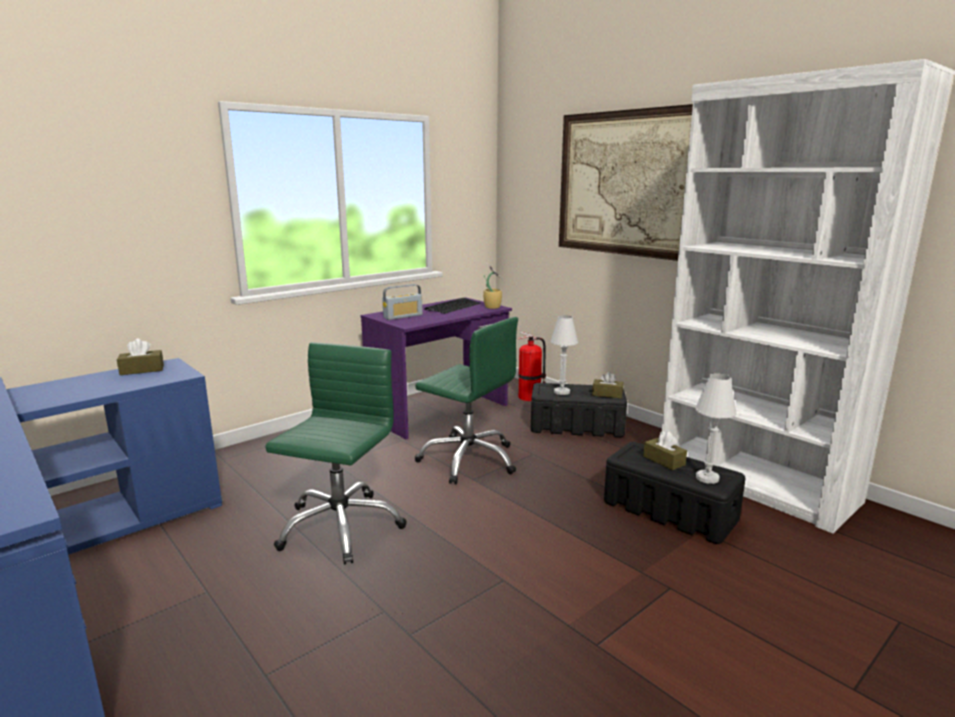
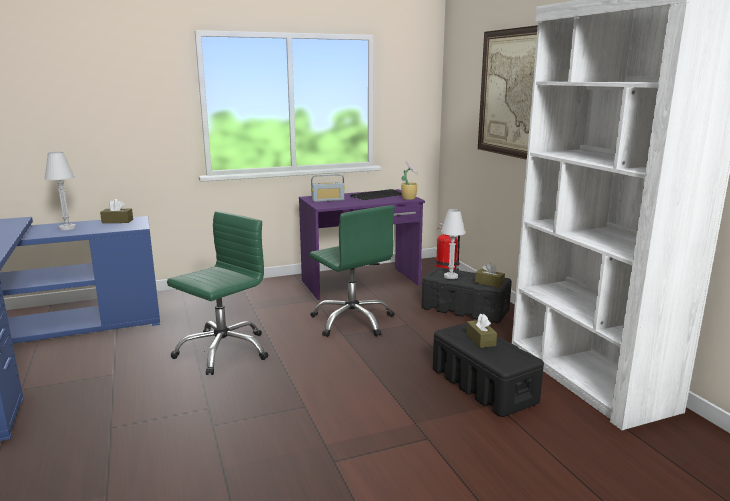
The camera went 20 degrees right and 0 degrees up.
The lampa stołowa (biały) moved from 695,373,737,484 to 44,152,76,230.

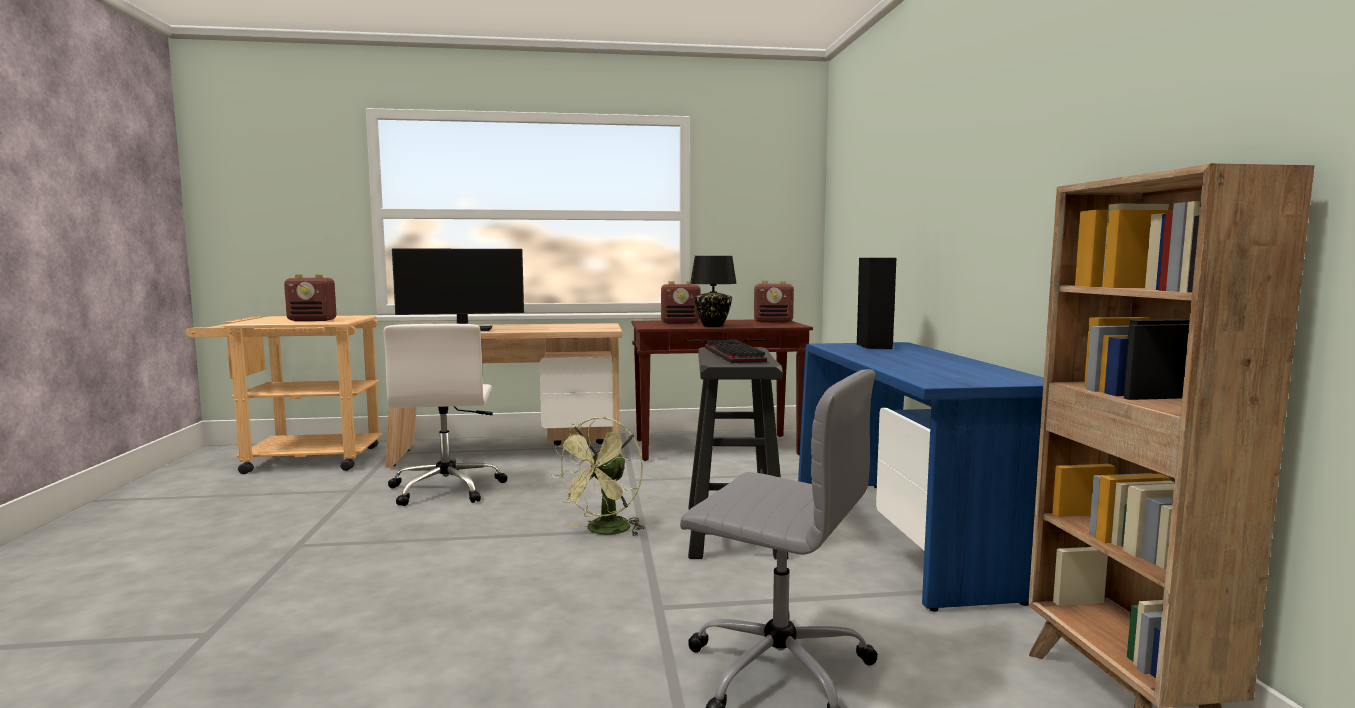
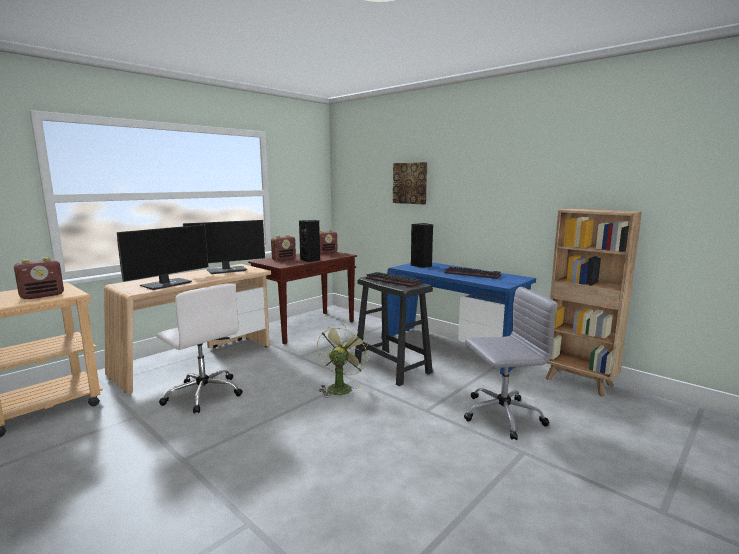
The camera went 40 degrees left and 5 degrees up.
The wentylator (zielony) at 552,417,645,536 turned 150 degrees counterclockwise.
The lampa stołowa (czarny) at 690,256,737,327 was replaced by the głośnik (czarny) at 299,220,320,262.
The monitor at 183,220,265,274 appeared.
The obraz at 393,162,427,204 appeared.
The klawiatura at 444,267,501,279 appeared.

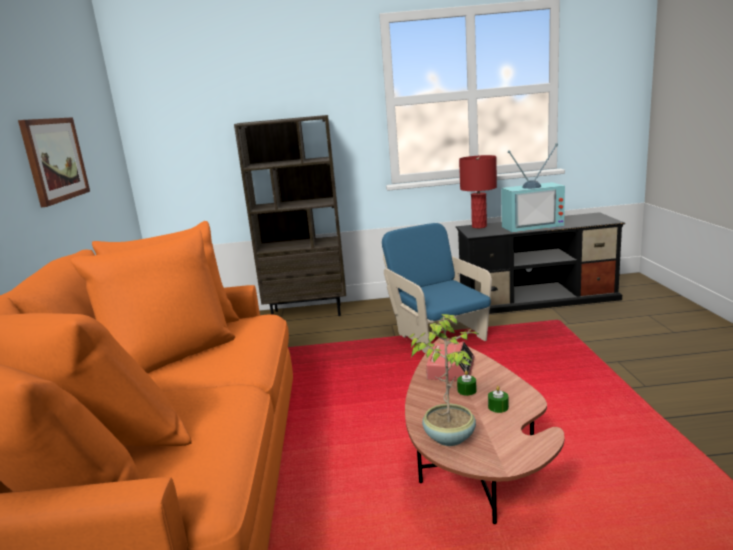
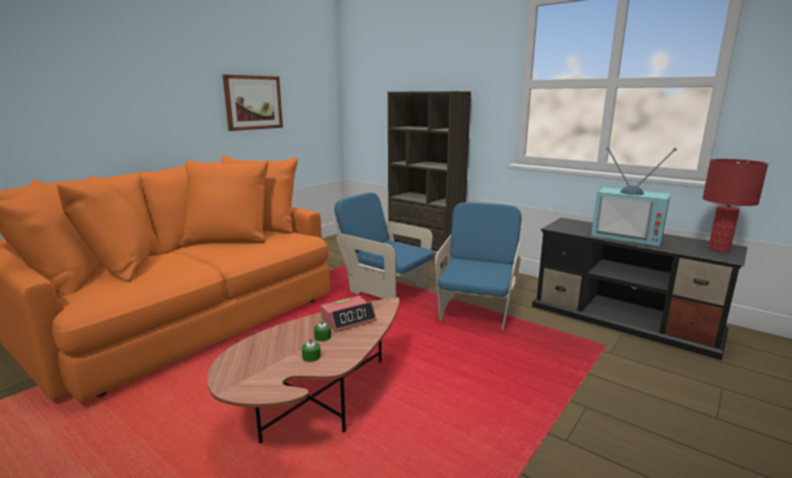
The camera went 40 degrees right and 0 degrees up.
The roślina doniczkowa at 408,314,478,446 disappeared.
The lampa stołowa (czerwony) moved from 459,155,497,228 to 703,159,768,252.
The fotel (niebieski) at 334,192,434,299 appeared.

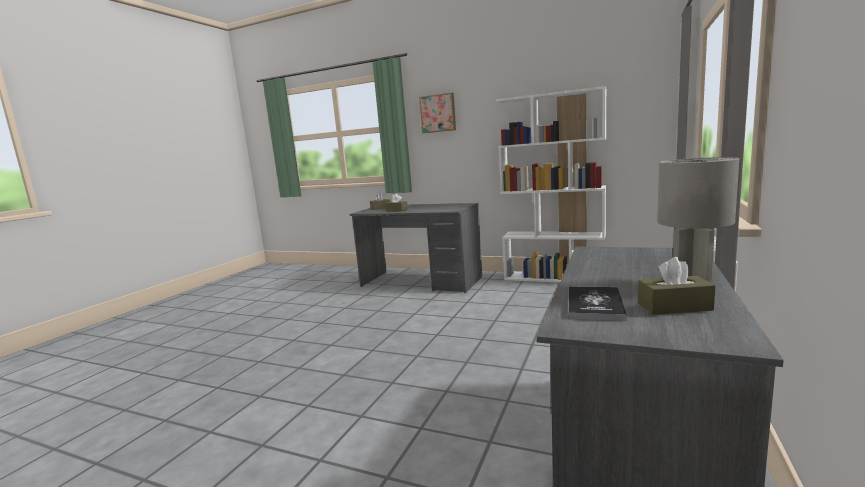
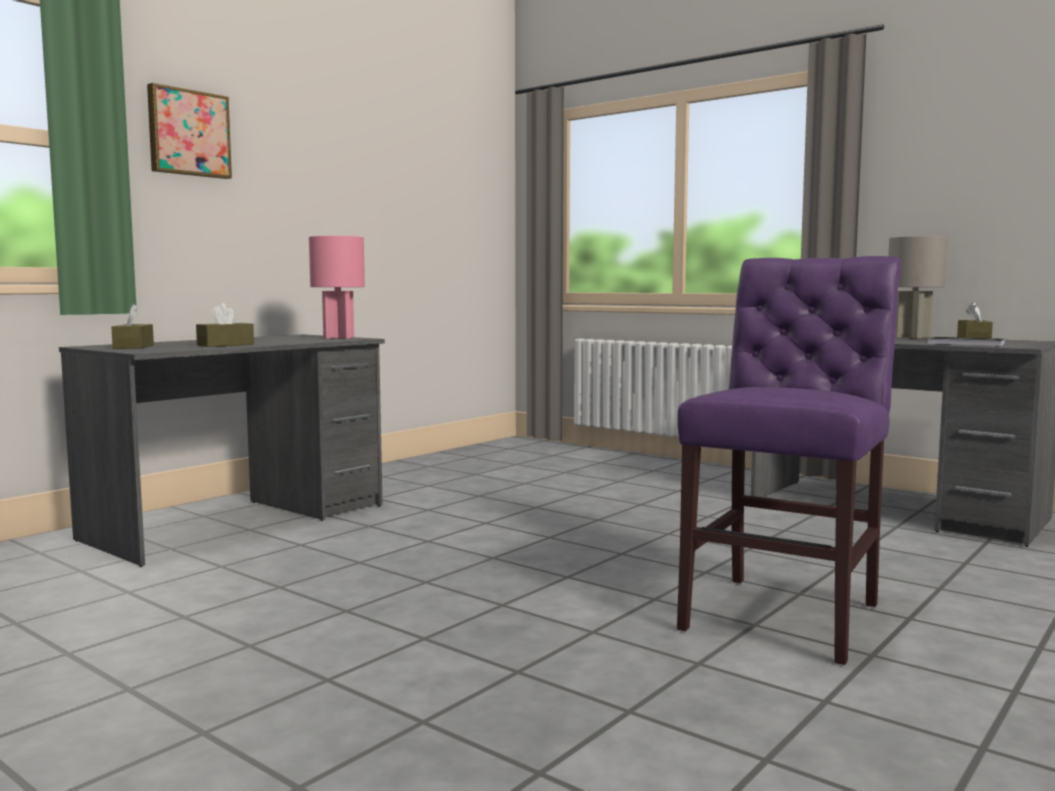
The camera went 75 degrees left and 5 degrees down.
The regał (biały) at 496,86,607,283 disappeared.
The lampa stołowa (różowy) at 309,236,365,339 appeared.
The krzesło (fioletowy) at 677,256,902,665 appeared.

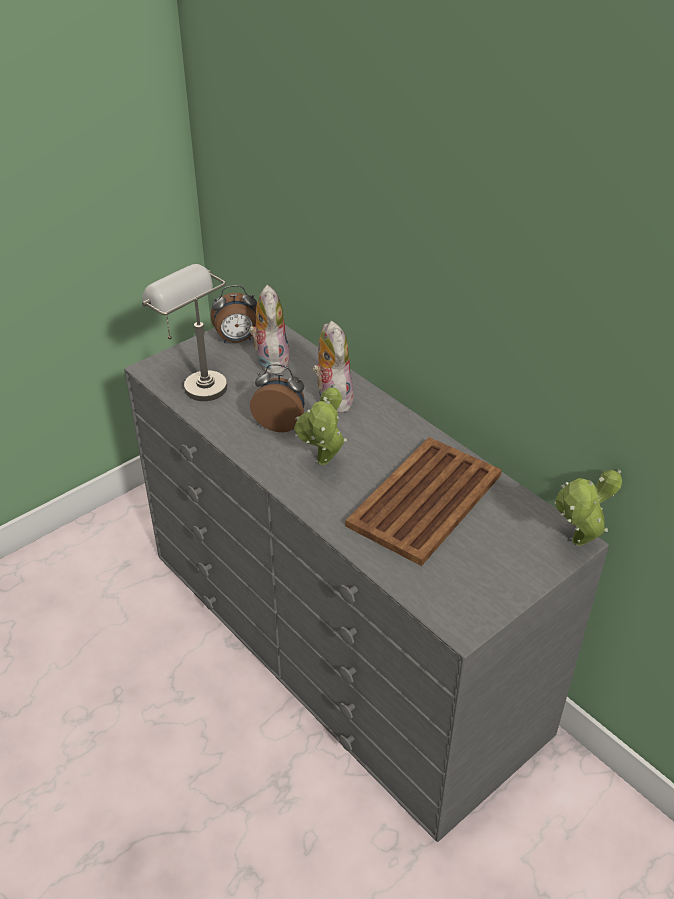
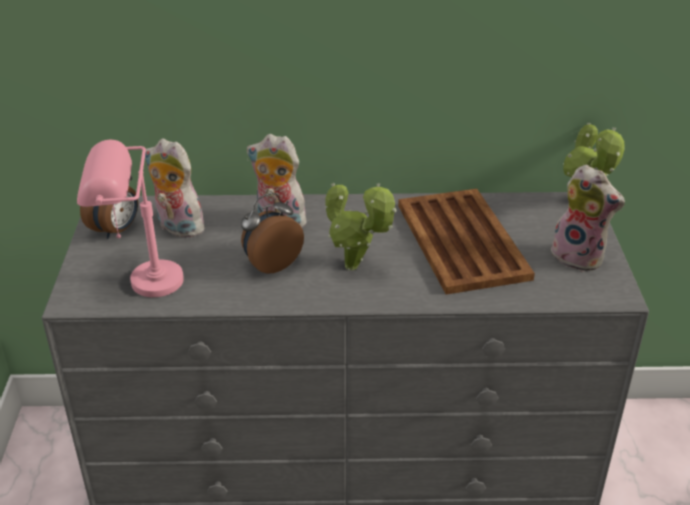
The camera went 50 degrees left and 5 degrees down.
The lampa stołowa (szary) at 142,264,227,401 became the lampa stołowa (różowy) at 77,140,184,297.
The pluszak at 551,164,625,272 appeared.

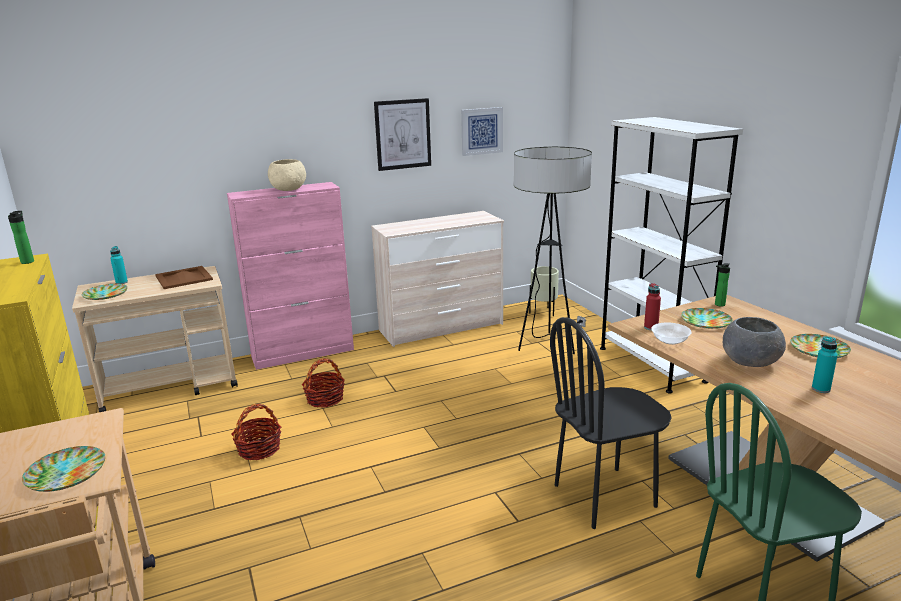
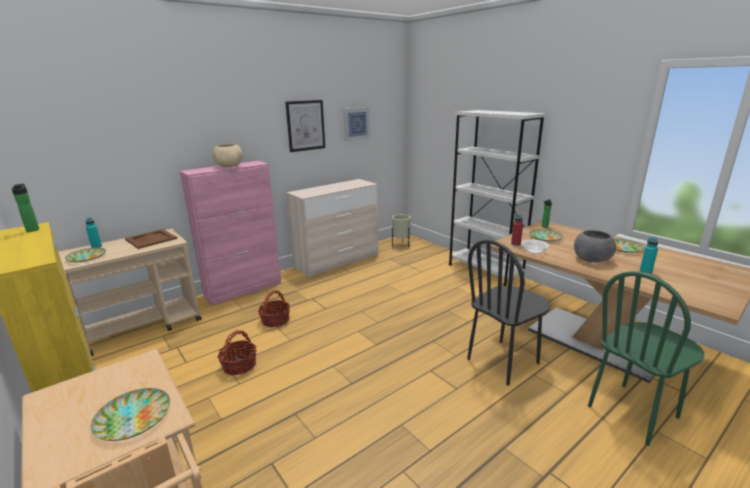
The camera went 15 degrees left and 0 degrees up.
The lampa stojąca at 514,147,592,354 disappeared.

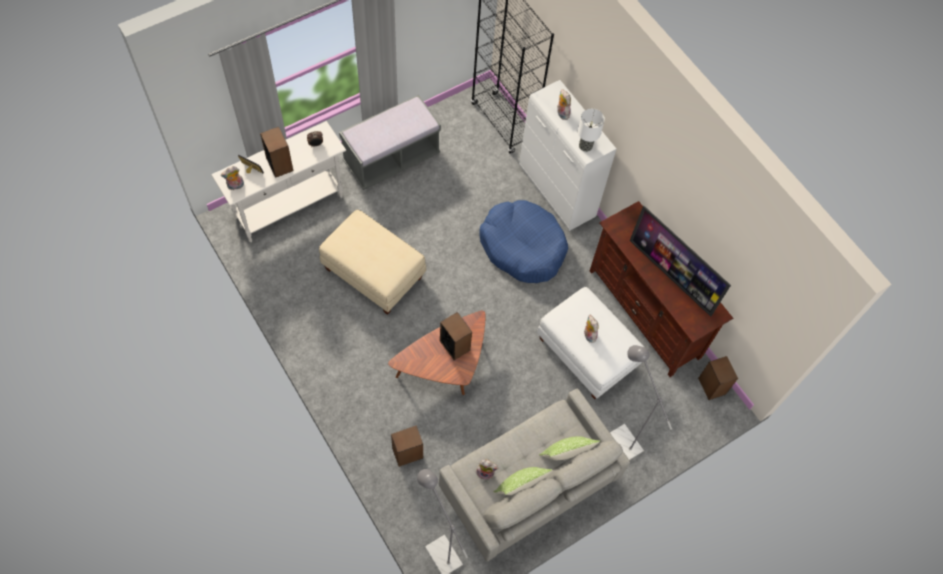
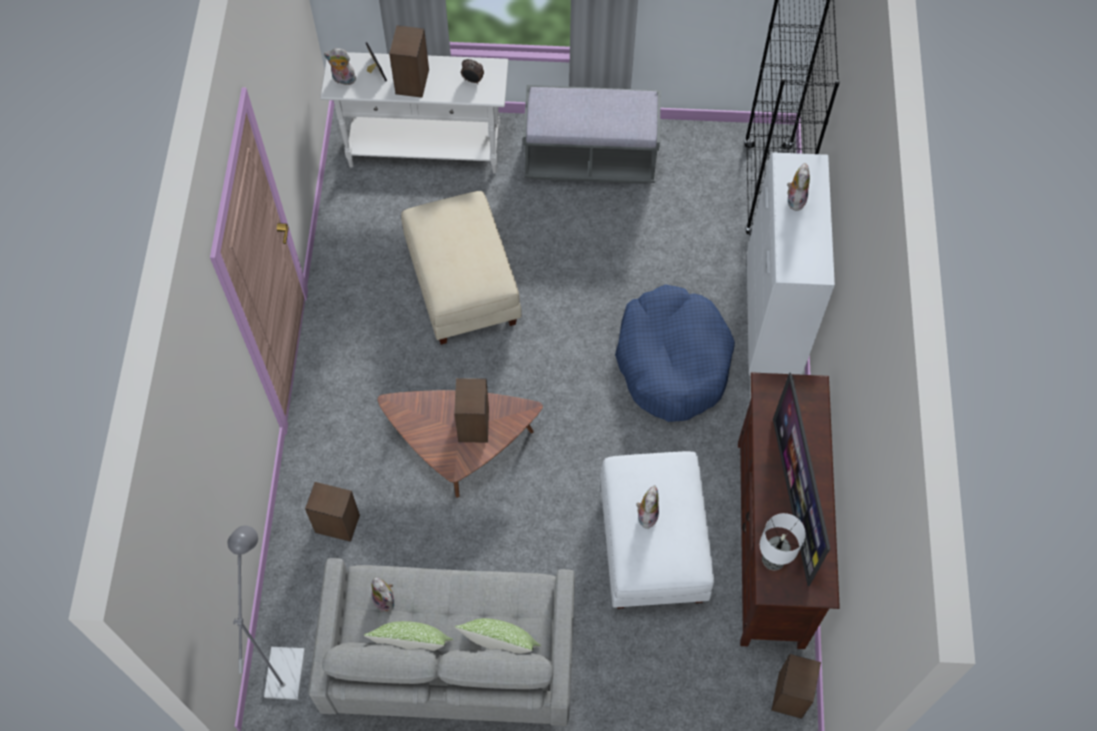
The camera went 40 degrees right and 0 degrees up.
The lampa stołowa moved from 578,109,605,152 to 760,513,806,570.
The lampa stojąca (szary) at 610,345,672,460 disappeared.

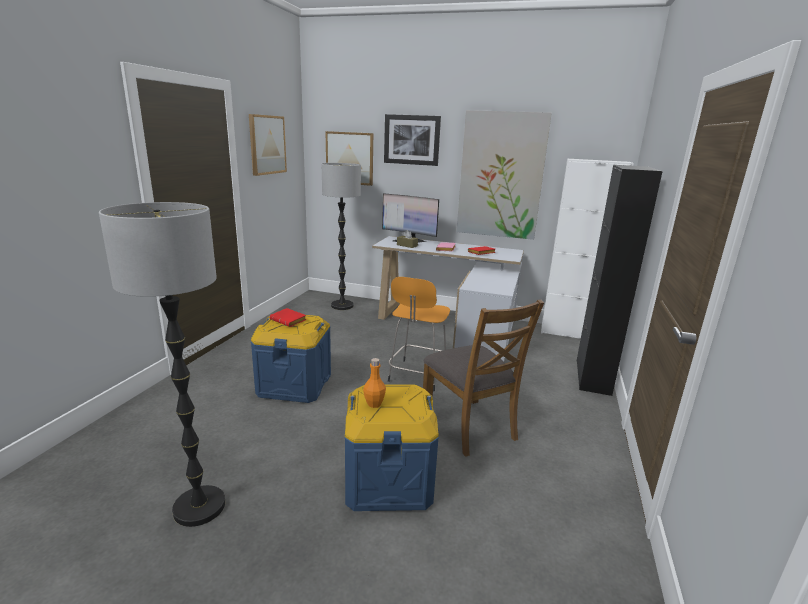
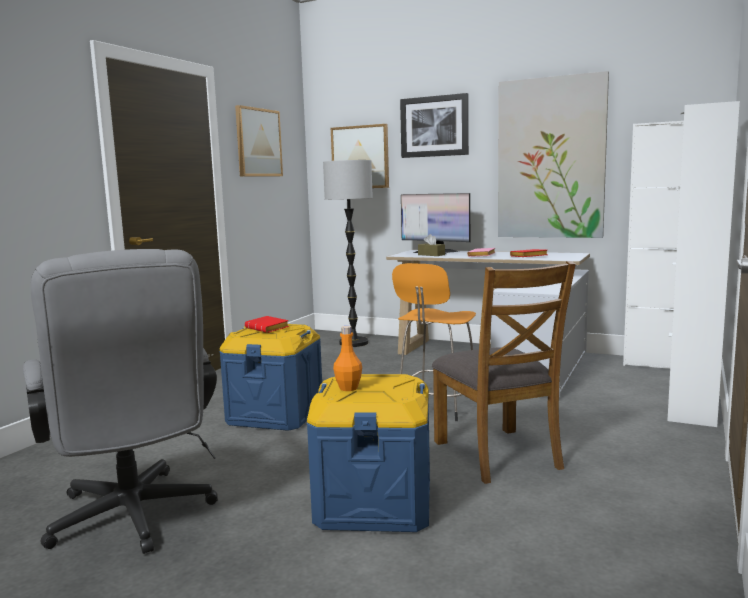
The camera went 10 degrees right and 10 degrees down.
The lampa stojąca at 99,202,225,527 was replaced by the krzesło biurowe (szary) at 23,249,218,554.
The szafka (czarny) at 577,165,663,396 became the szafka (biały) at 667,101,740,427.

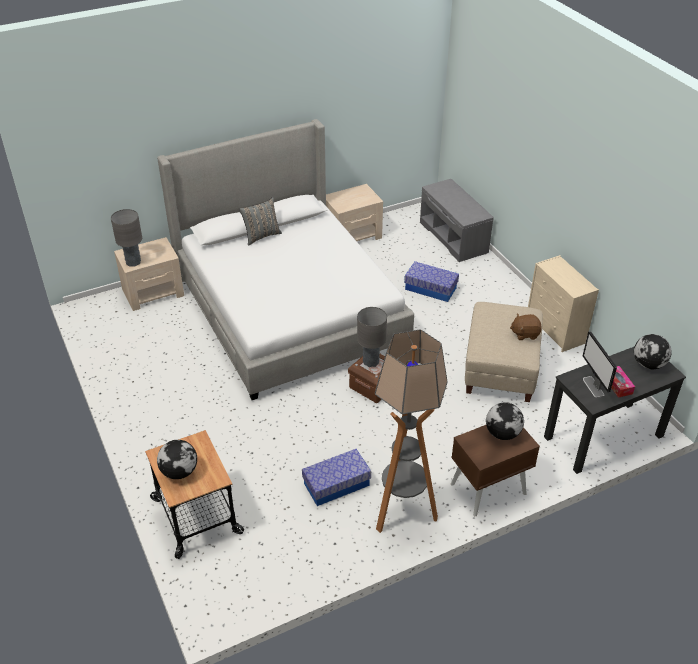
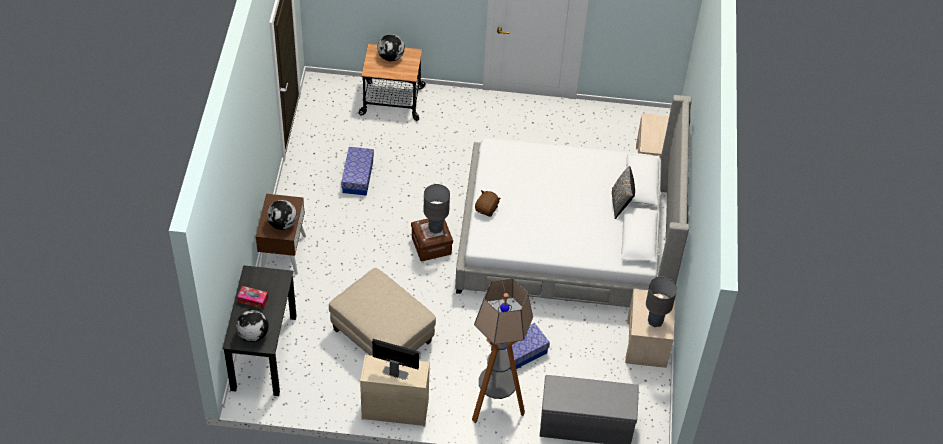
The camera went 120 degrees right and 10 degrees up.
The lampa stołowa (szary) moved from 111,209,142,267 to 646,277,677,327.
The lampa stojąca moved from 375,329,448,533 to 472,278,533,423.
The pluszak (brązowy) moved from 510,314,542,340 to 475,190,501,217.
The monitor moved from 583,331,617,398 to 372,339,419,380.

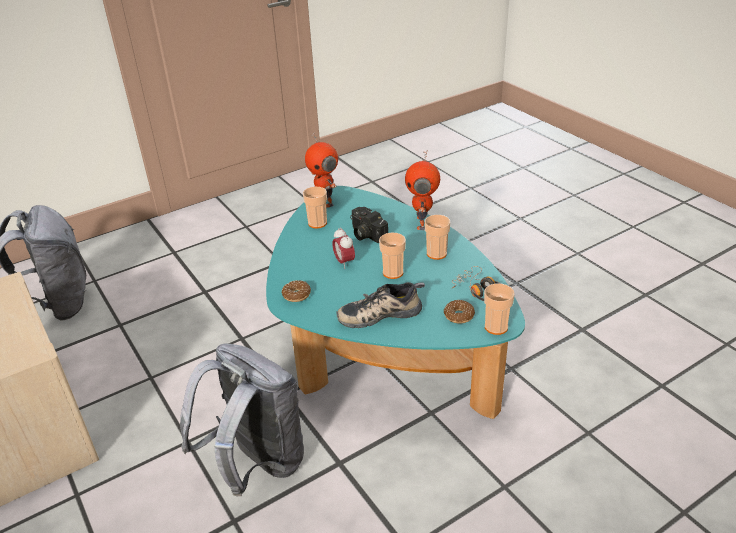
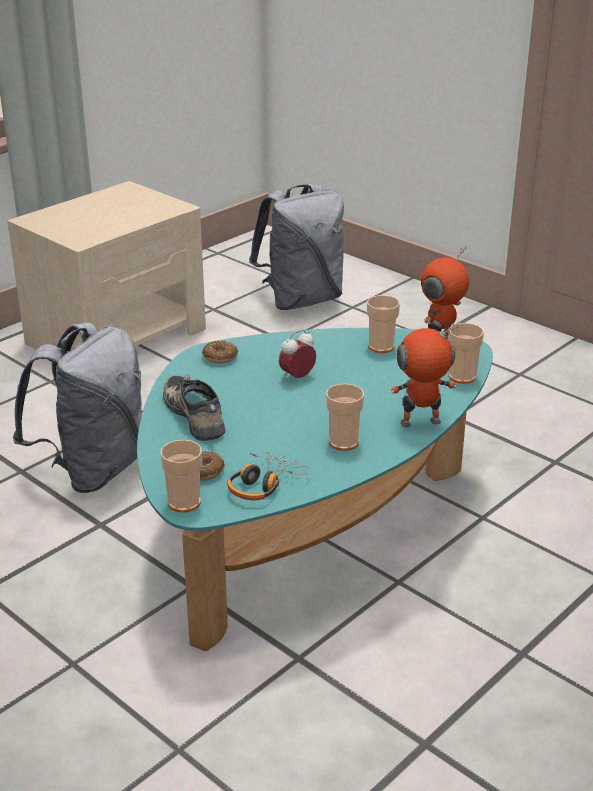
The camera went 75 degrees right and 5 degrees down.
The aparat fotograficzny at 350,207,388,243 disappeared.
The filiżanka moved from 379,233,406,279 to 448,323,484,384.

